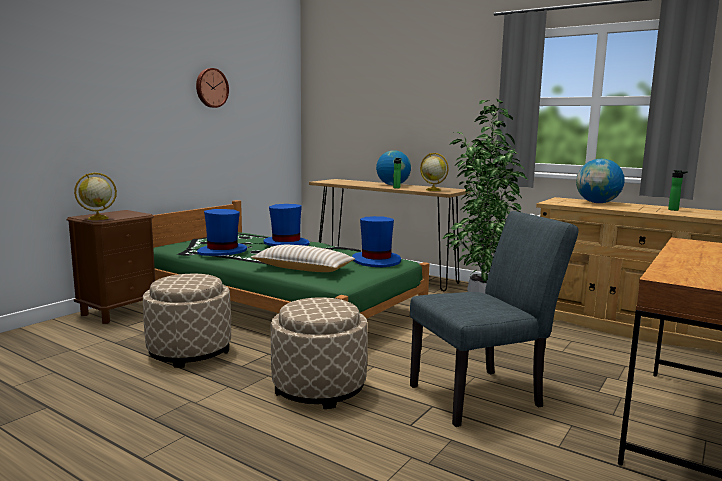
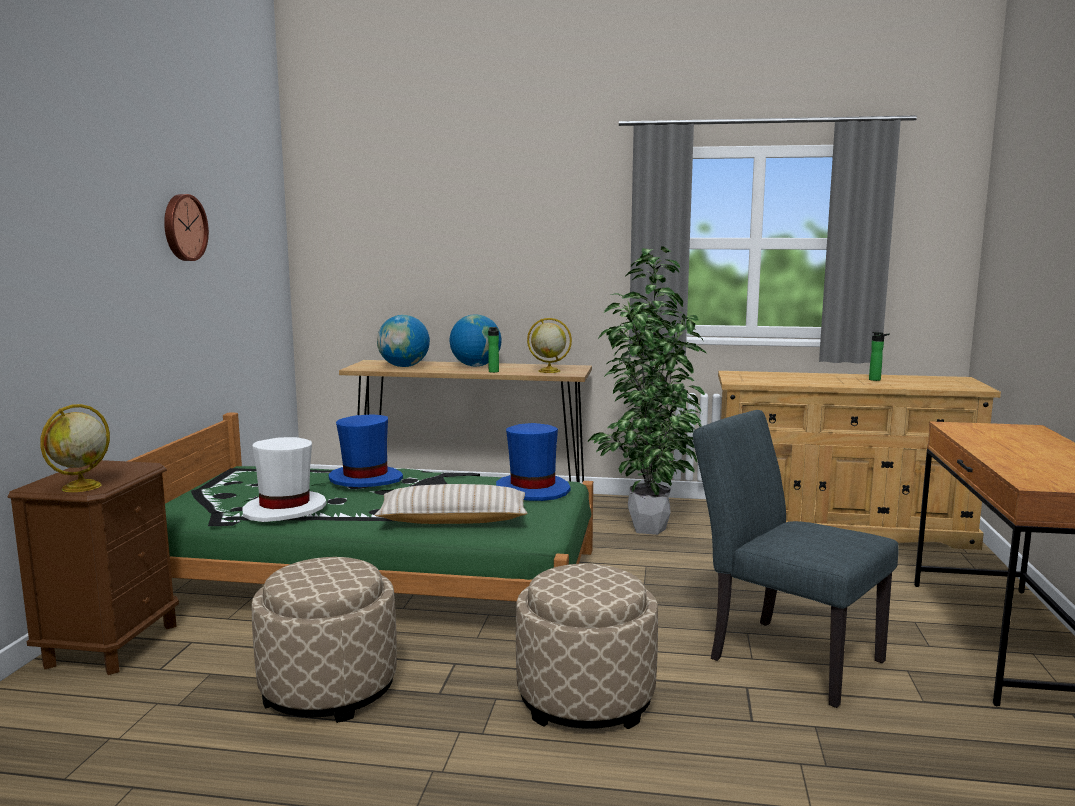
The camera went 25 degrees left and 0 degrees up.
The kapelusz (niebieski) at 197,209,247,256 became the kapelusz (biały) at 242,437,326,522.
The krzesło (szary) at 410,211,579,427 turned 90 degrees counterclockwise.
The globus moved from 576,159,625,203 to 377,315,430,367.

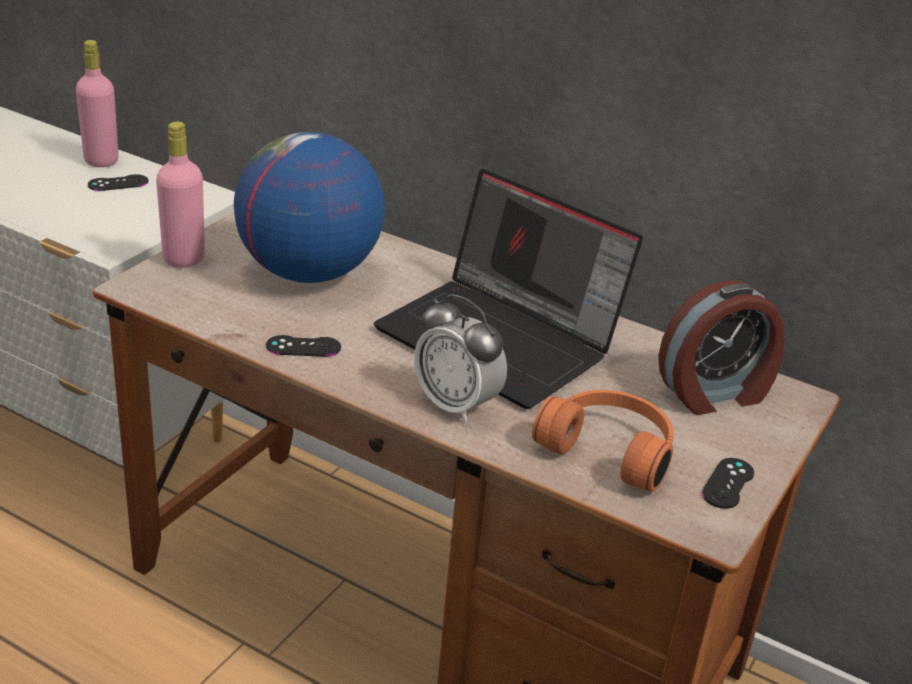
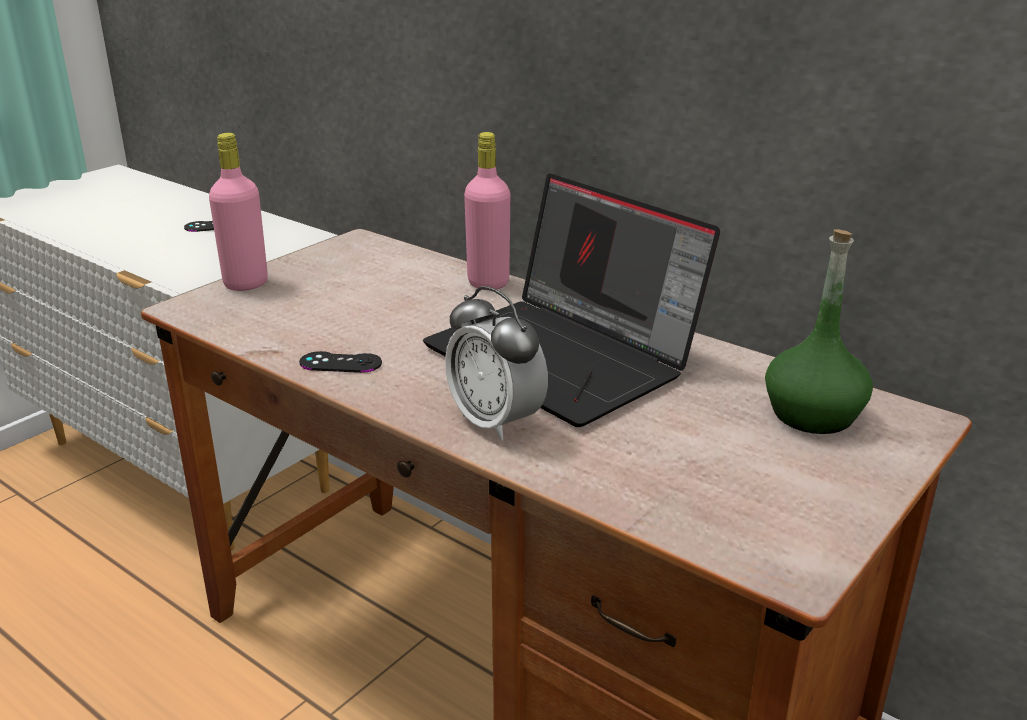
The camera went 10 degrees right and 5 degrees down.
The butelka (różowy) moved from 76,40,119,167 to 464,132,510,290.
The globus at 234,132,385,283 disappeared.
The słuchawki (pomarańczowy) at 532,390,674,492 disappeared.
The budzik at 658,280,785,415 was replaced by the butelka (zielony) at 765,229,873,434.
The pad do gier (czarny) at 702,458,754,509 disappeared.

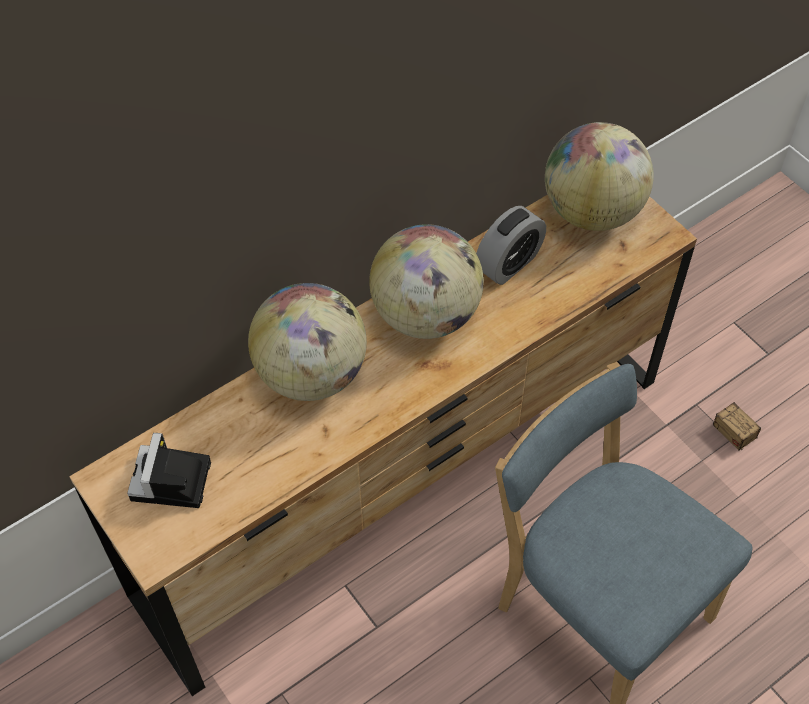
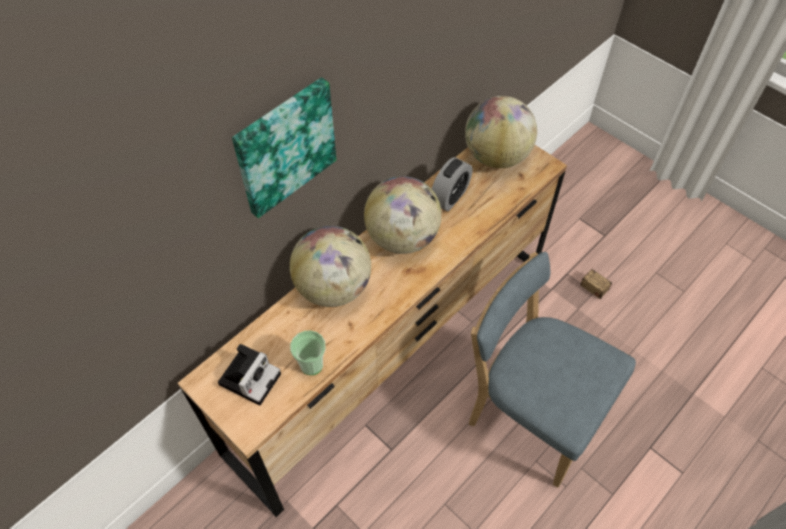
The camera went 10 degrees left and 0 degrees up.
The aparat fotograficzny at 127,433,211,508 turned 150 degrees counterclockwise.
The obraz at 232,77,337,218 appeared.
The filiżanka at 290,330,326,375 appeared.

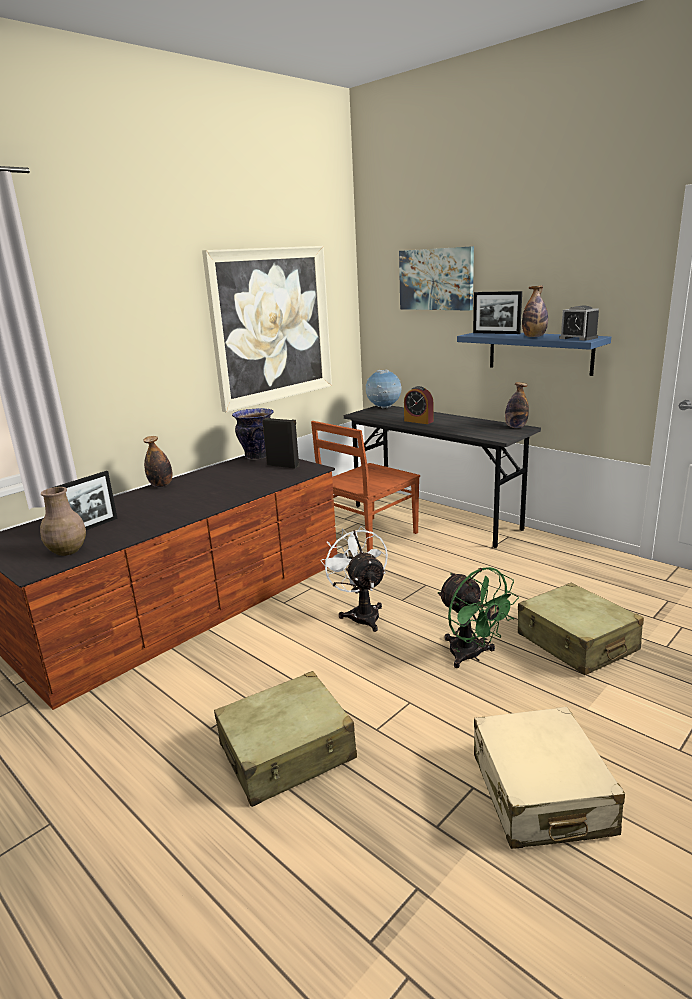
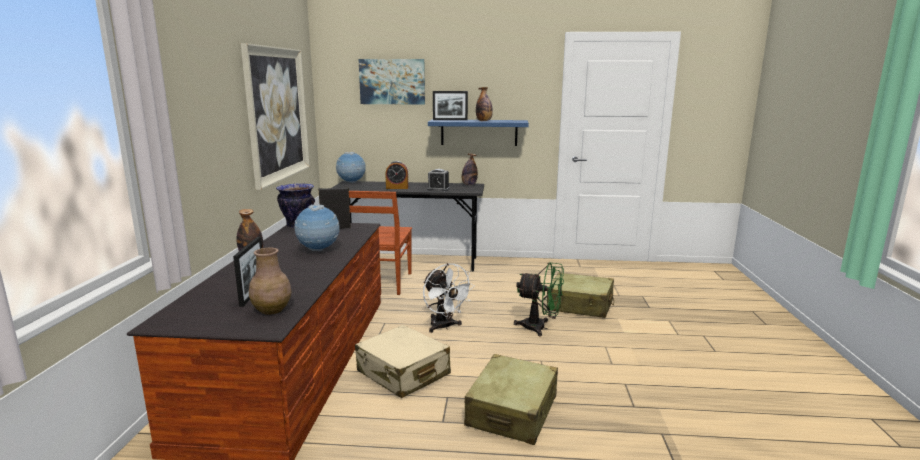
The camera went 40 degrees left and 5 degrees down.
The wentylator (biały) at 321,526,388,632 turned 150 degrees counterclockwise.
The walizka (beżowy) moved from 474,707,625,849 to 355,325,451,398.
The budzik moved from 559,305,599,341 to 427,169,450,191.
The globus at 294,205,340,251 appeared.

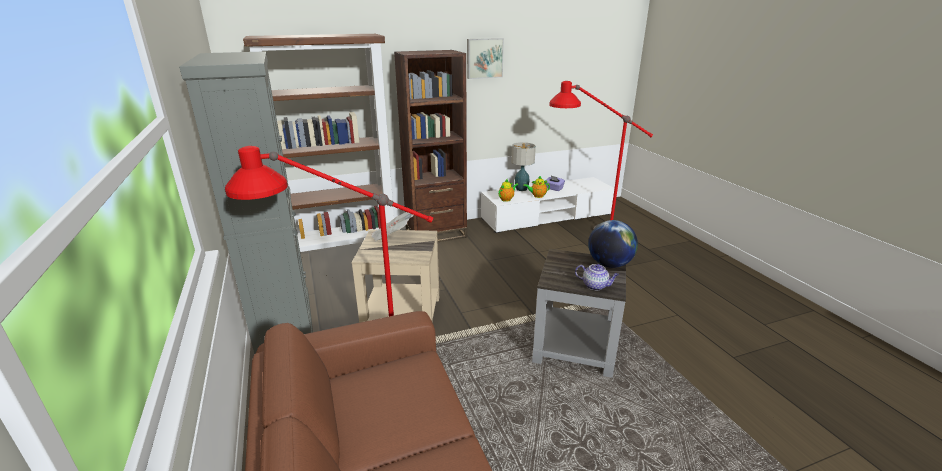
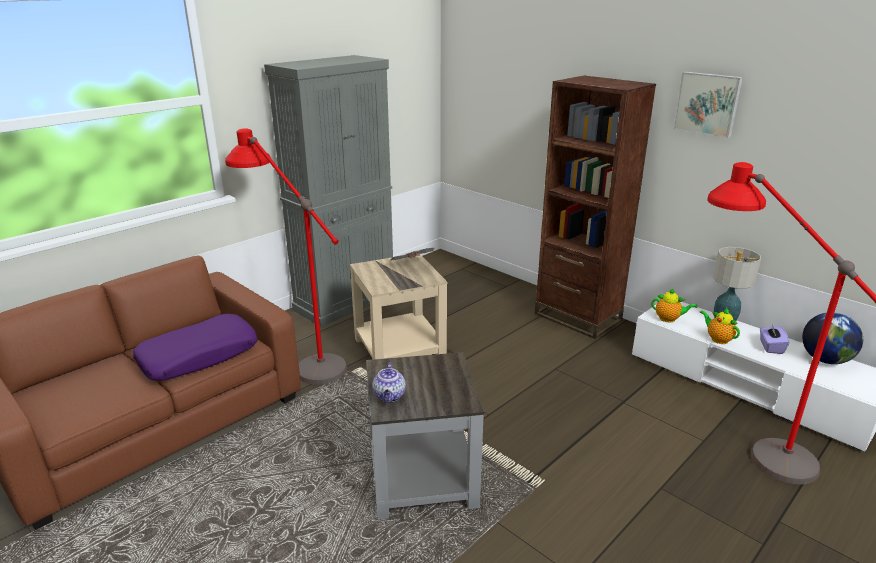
The camera went 65 degrees right and 0 degrees up.
The regał (brązowy) at 243,34,394,252 disappeared.
The globus moved from 588,220,638,268 to 802,312,863,364.
The poduszka (fioletowy) at 133,314,258,381 appeared.

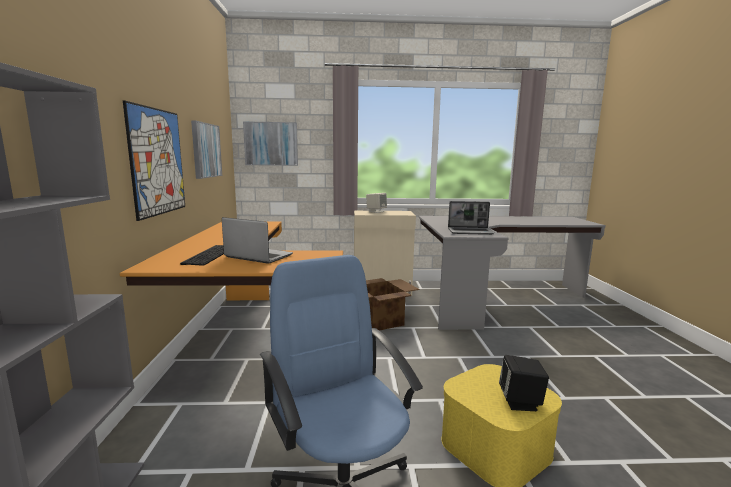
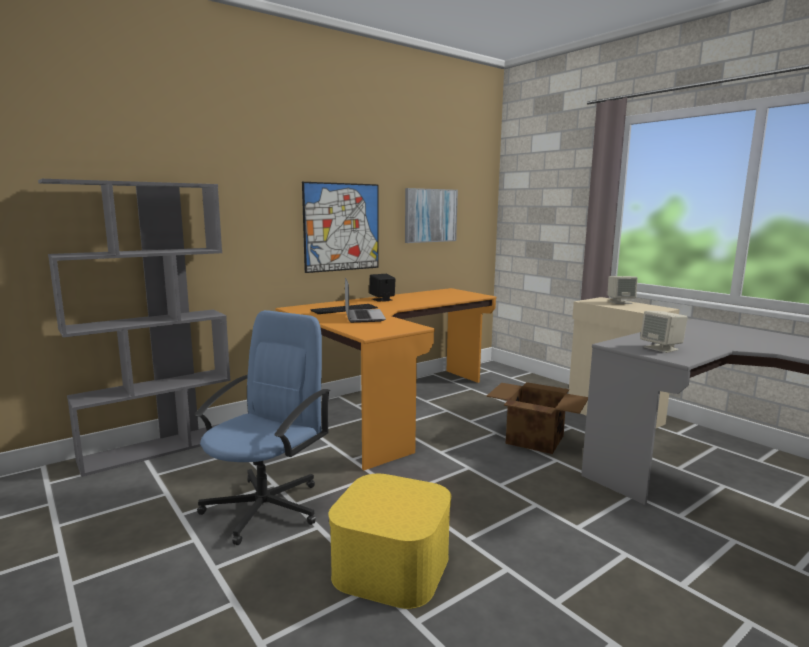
The camera went 55 degrees right and 0 degrees up.
The obraz at 243,121,298,166 disappeared.
The laptop at 448,201,495,235 was replaced by the głośnik (beżowy) at 640,311,688,353.
The głośnik (czarny) moved from 499,355,549,411 to 369,274,395,302.

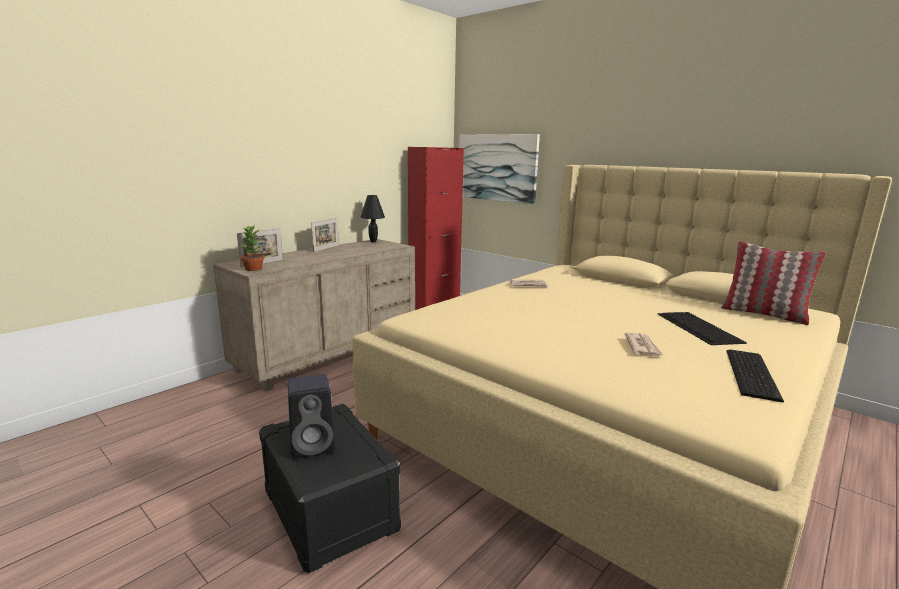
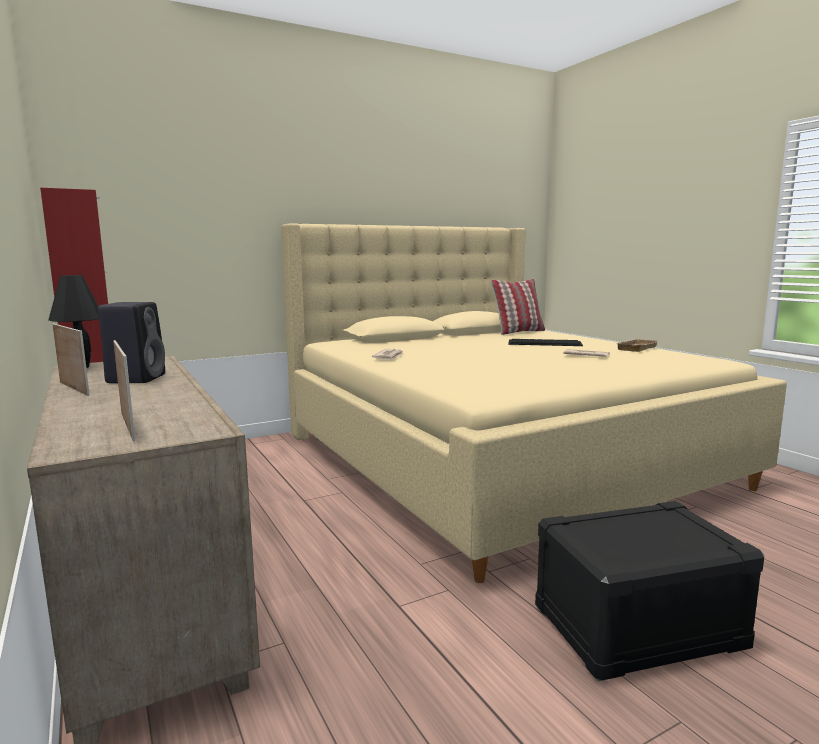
The camera went 70 degrees left and 5 degrees down.
The roślina doniczkowa at 239,225,264,271 disappeared.
The głośnik (czarny) moved from 288,374,335,459 to 98,302,165,383.
The obraz at 458,134,540,204 disappeared.
The klawiatura at 726,350,784,403 was replaced by the taca (beżowy) at 617,339,659,352.

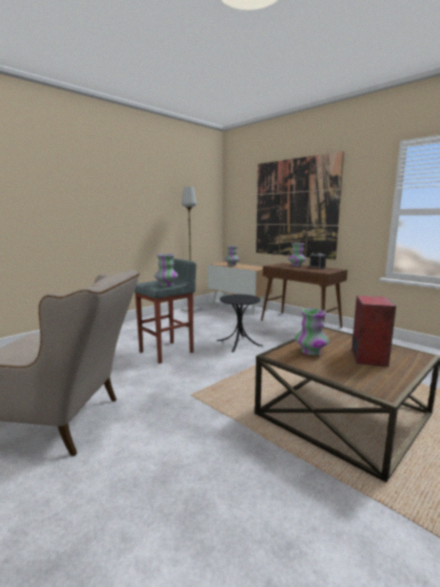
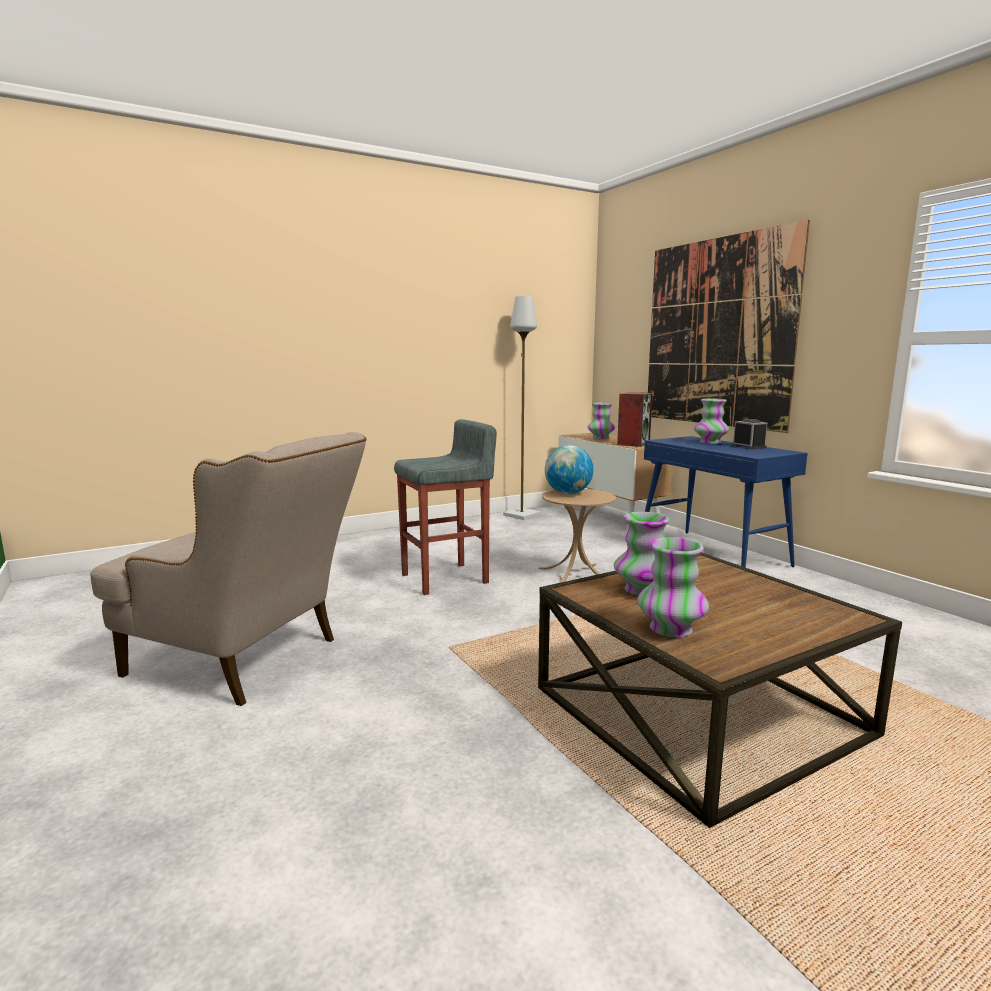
The camera went 15 degrees right and 0 degrees up.
The wazon moved from 154,254,178,286 to 637,537,709,637.
The stolik (czarny) at 216,294,263,352 became the stolik (beżowy) at 538,489,616,583.
The stolik konsolowy (brązowy) at 261,263,348,328 became the stolik konsolowy (niebieski) at 644,436,808,568.
The głośnik moved from 352,295,396,367 to 617,392,653,447.
The globus at 545,445,593,494 appeared.

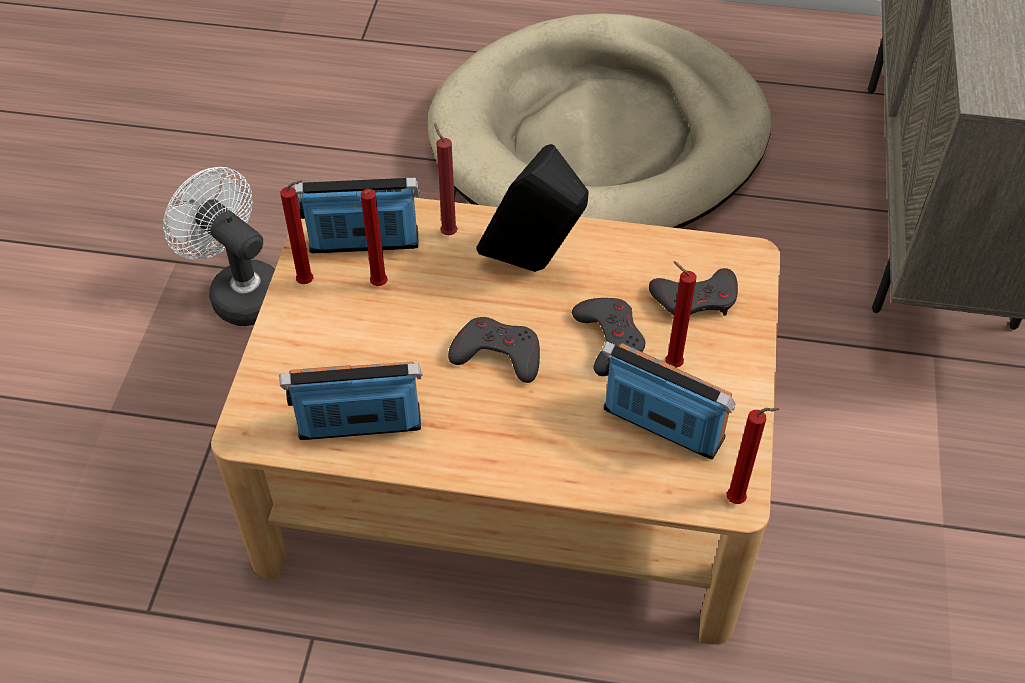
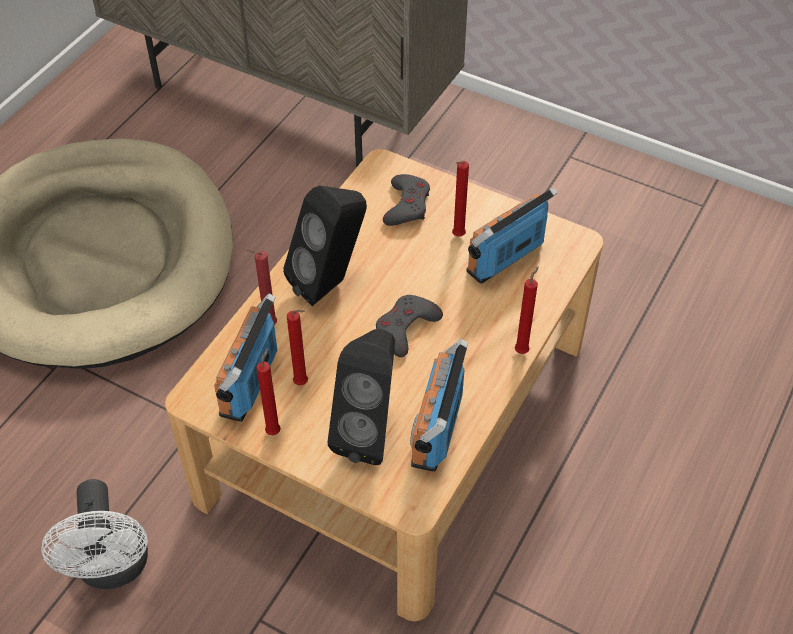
The camera went 70 degrees left and 0 degrees up.
The wentylator (biały) at 163,167,275,326 turned 75 degrees counterclockwise.
The pad do gier (szary) at 572,298,645,376 disappeared.
The świeca (czerwony) moved from 727,408,779,504 to 515,266,539,354.
The głośnik (czarny) at 328,329,395,465 appeared.

